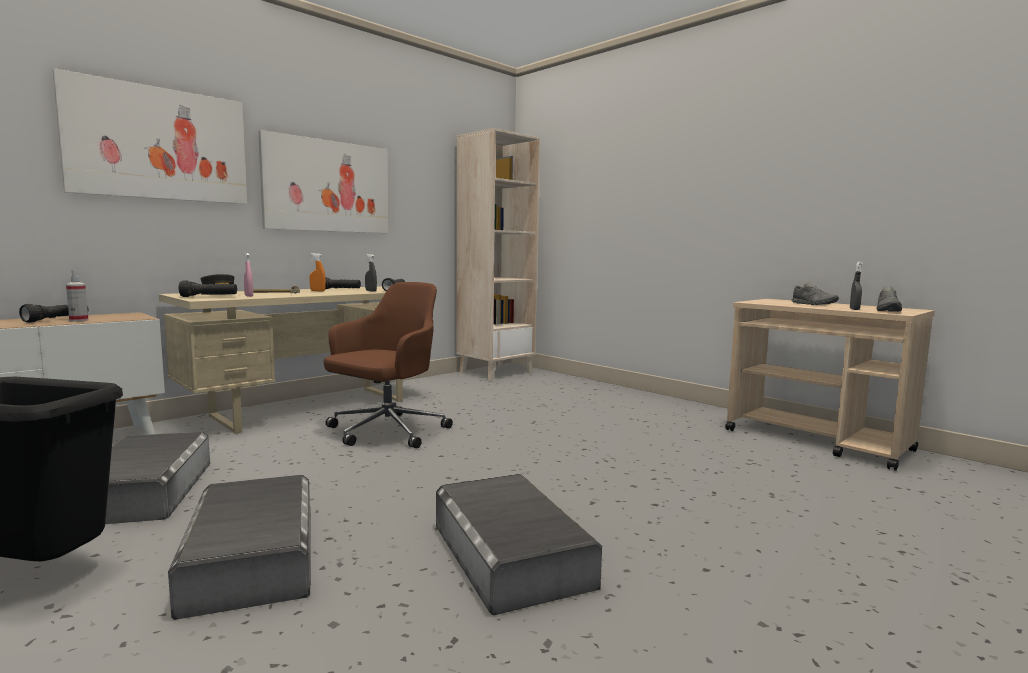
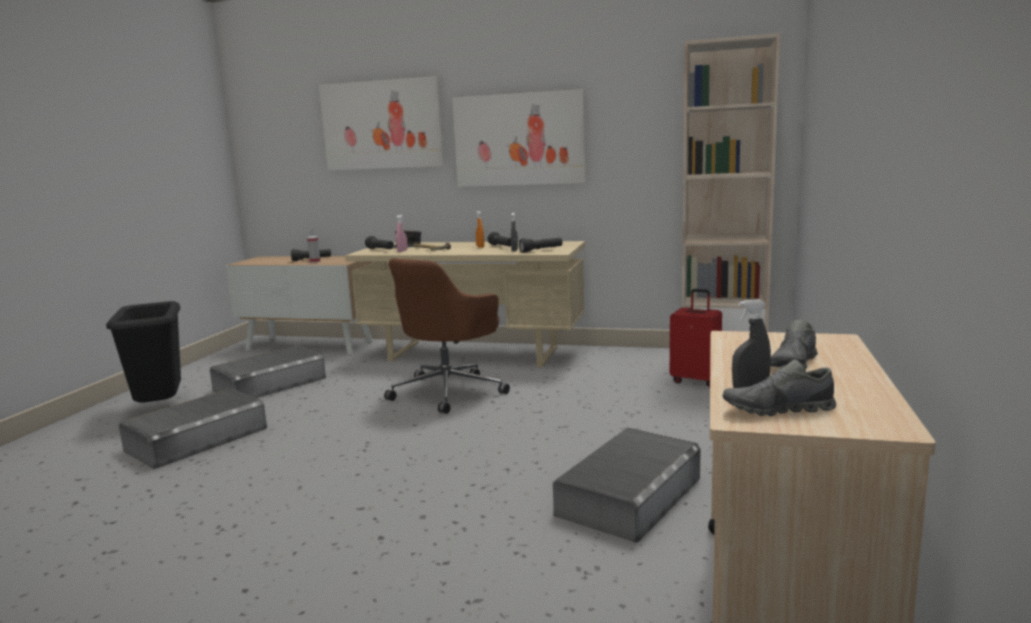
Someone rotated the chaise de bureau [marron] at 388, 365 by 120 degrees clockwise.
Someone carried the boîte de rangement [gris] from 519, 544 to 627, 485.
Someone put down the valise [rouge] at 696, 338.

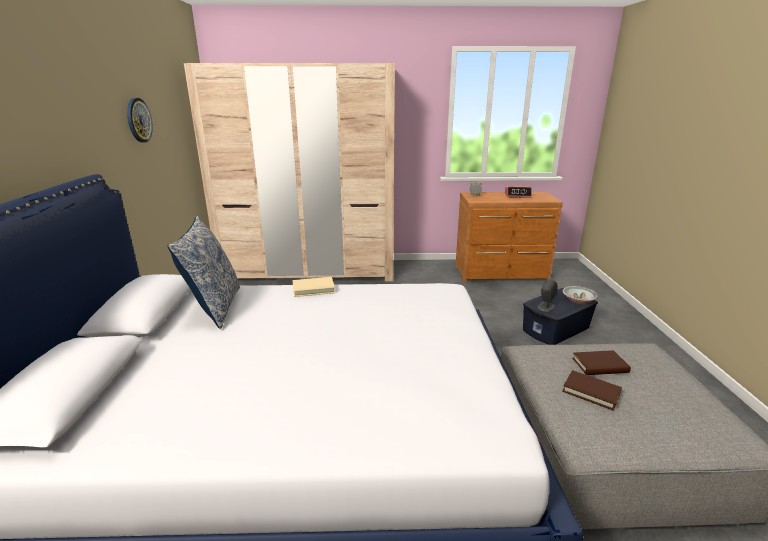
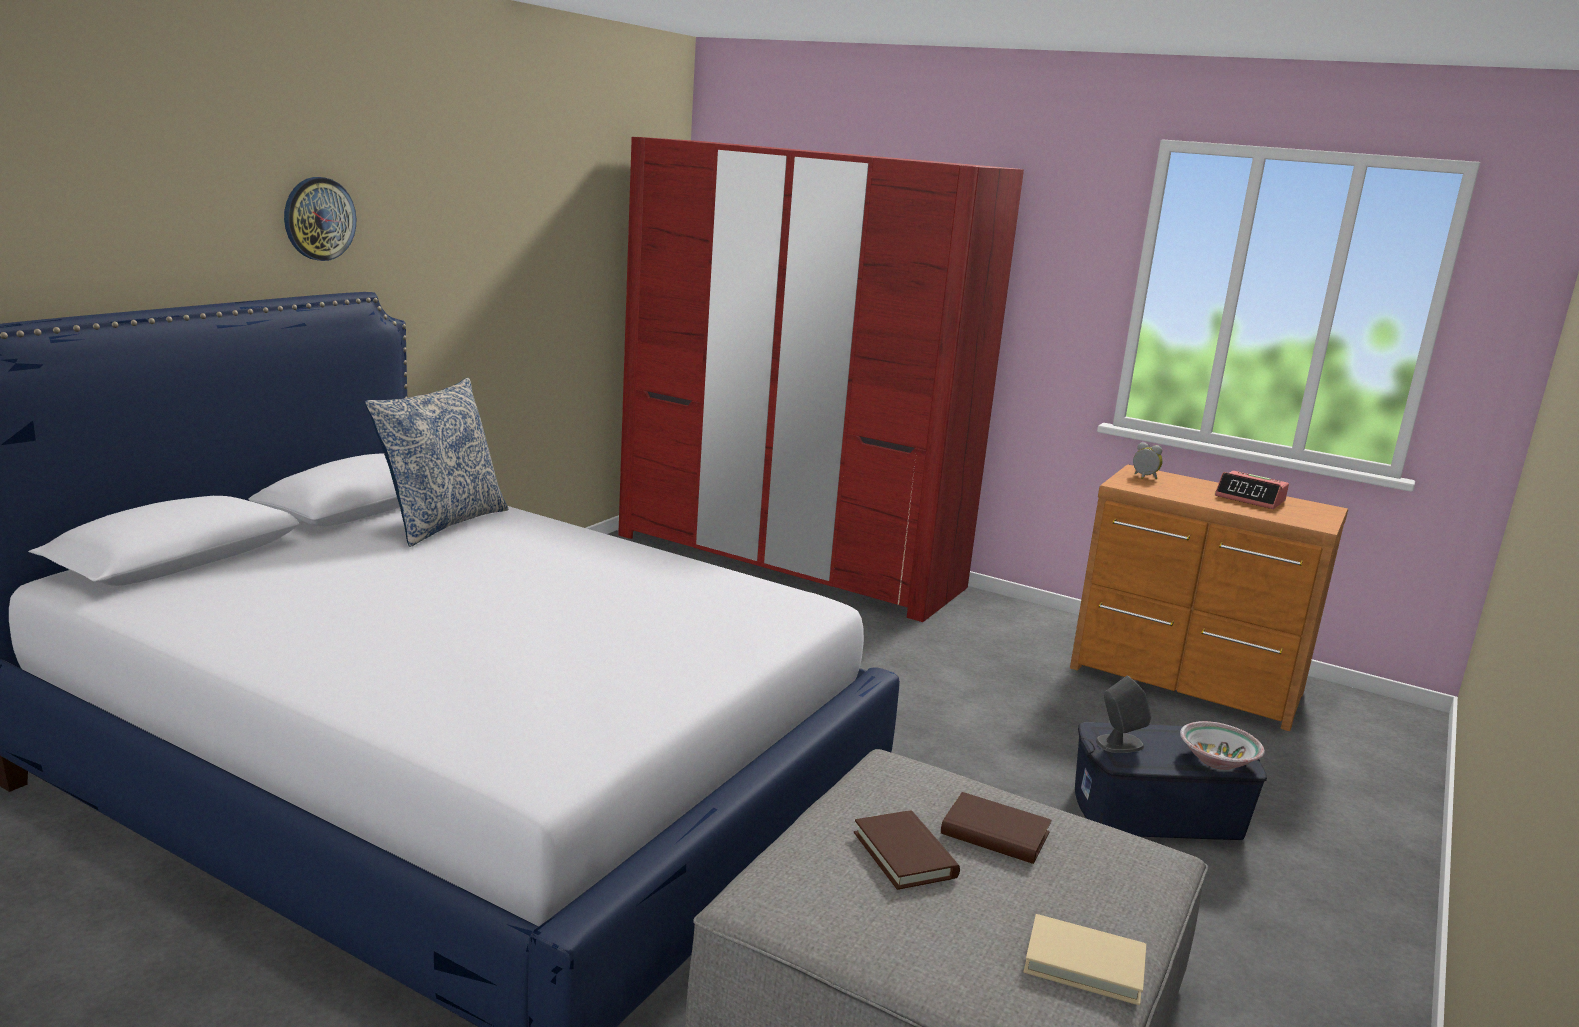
Someone carried the horloge murale from 140, 120 to 320, 219.
Someone repainted the armoire [beige] at 289, 172, which became the armoire [rouge] at 821, 379.
Someone carried the livre [beige] from 314, 287 to 1085, 959.

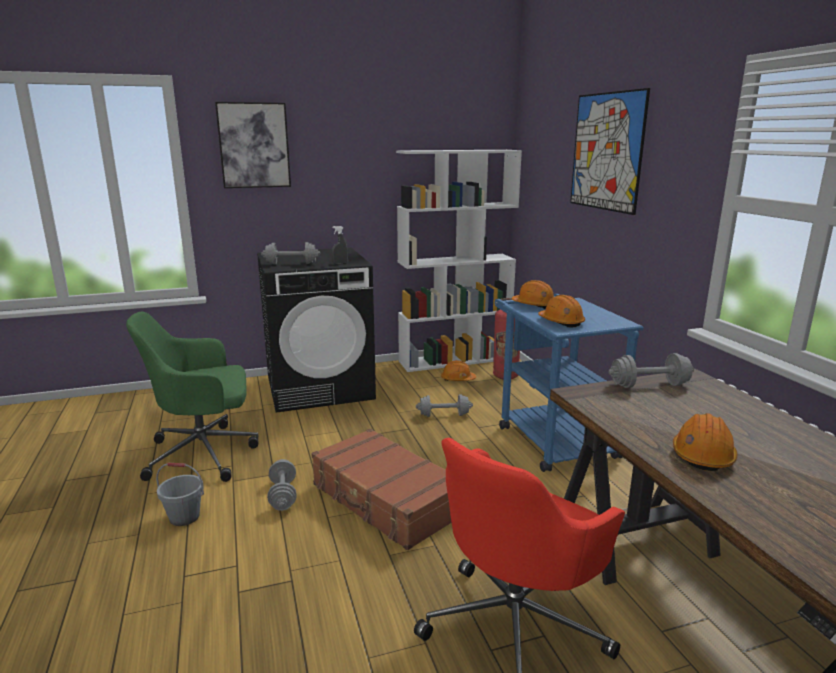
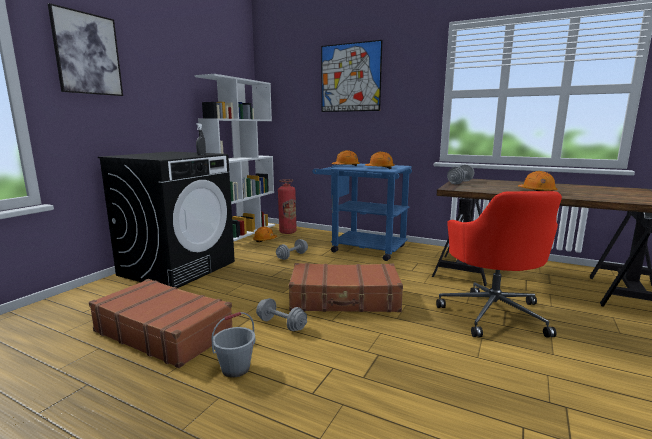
Someone swapped the chaise de bureau [vert] at 192, 396 for the valise [marron] at 161, 323.
Someone took away the haltère [gris] at 290, 253.

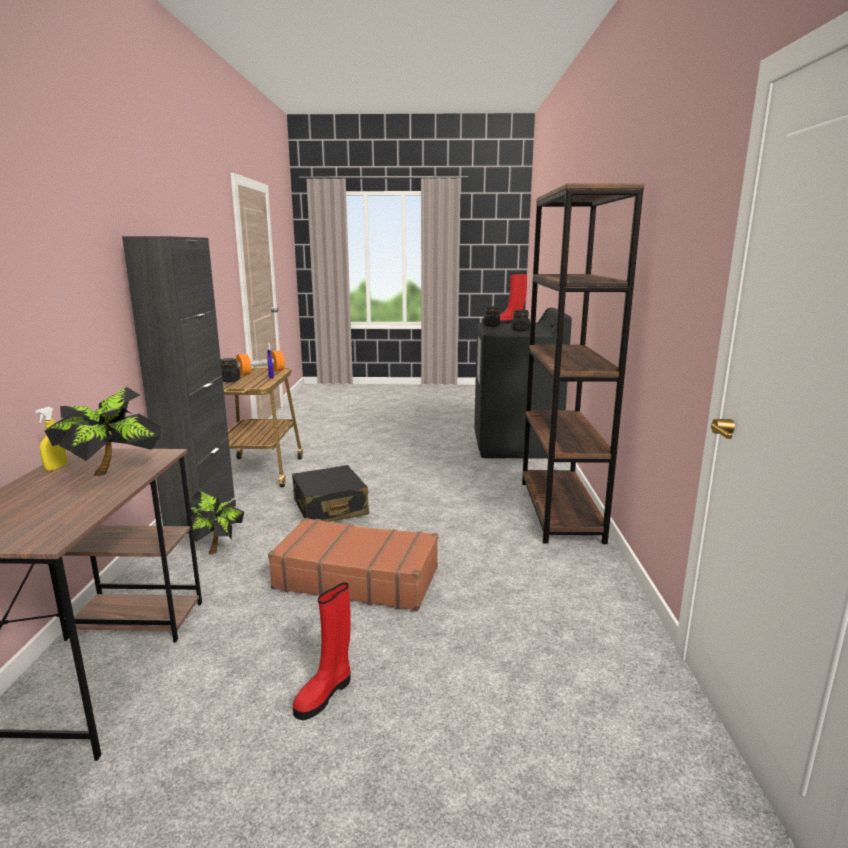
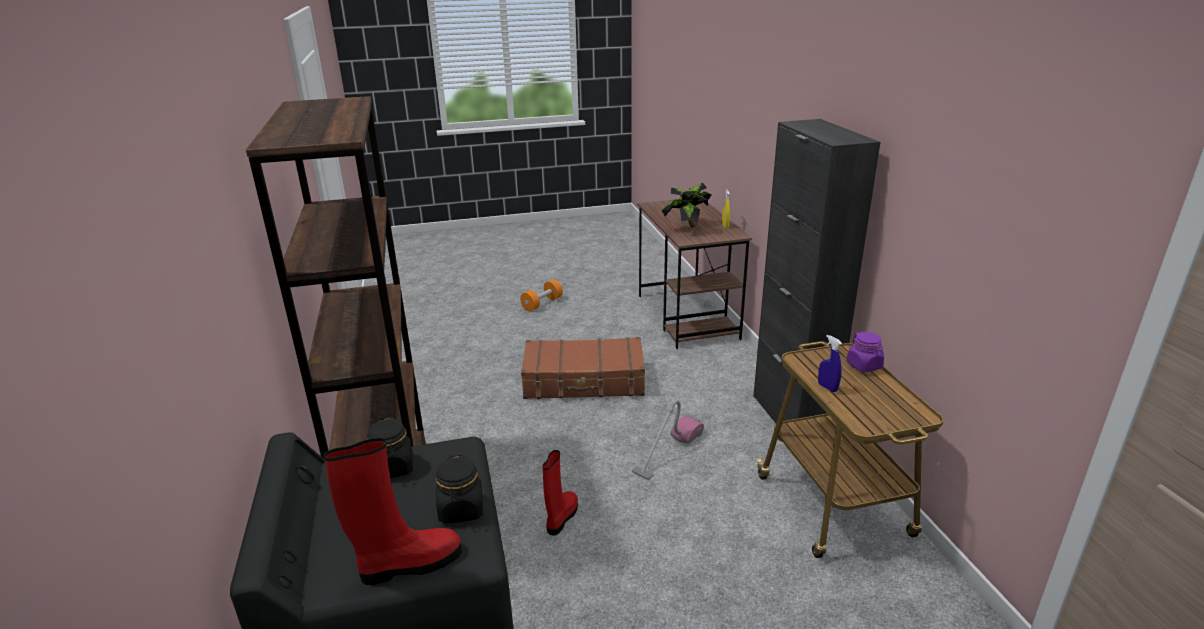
Someone carried the haltère [orange] from 260, 362 to 541, 295.
Someone carried the botte [rouge] from 322, 651 to 560, 492.
Someone swapped the valise [noir] at 330, 493 for the aspirateur at 668, 440.
Someone repainted the bocal [noir] at 230, 370, which became the bocal [violet] at 865, 352.
Someone took away the plante en pot at 214, 522.

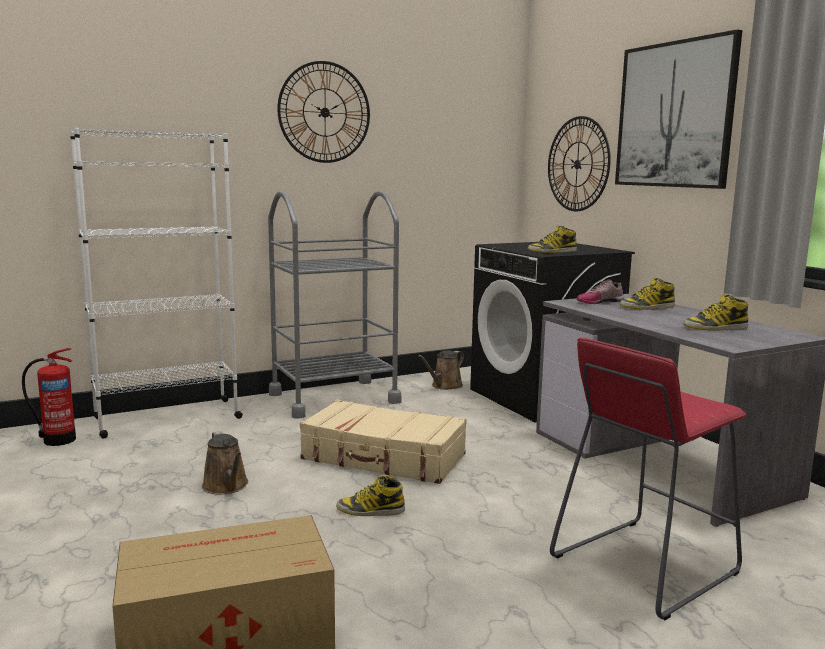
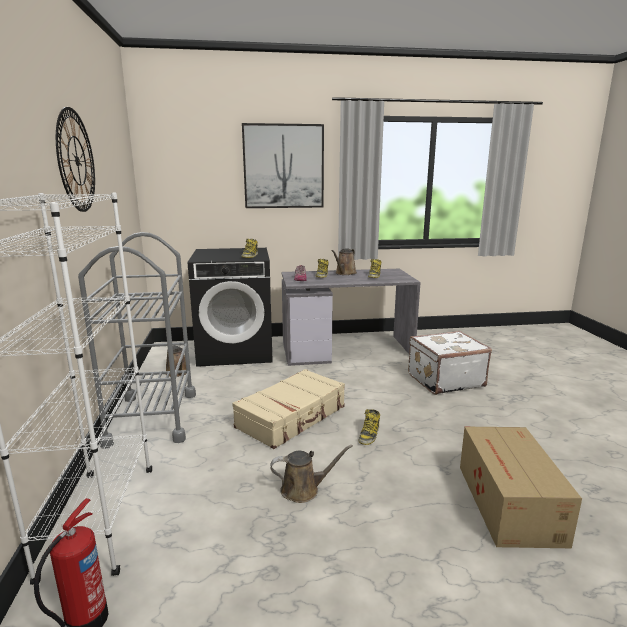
Someone put down the arrosoir [marron] at 344, 262.
Someone swapped the tabouret [rouge] at 648, 479 for the valise [blanc] at 450, 363.
Someone took away the horloge murale at 579, 163.

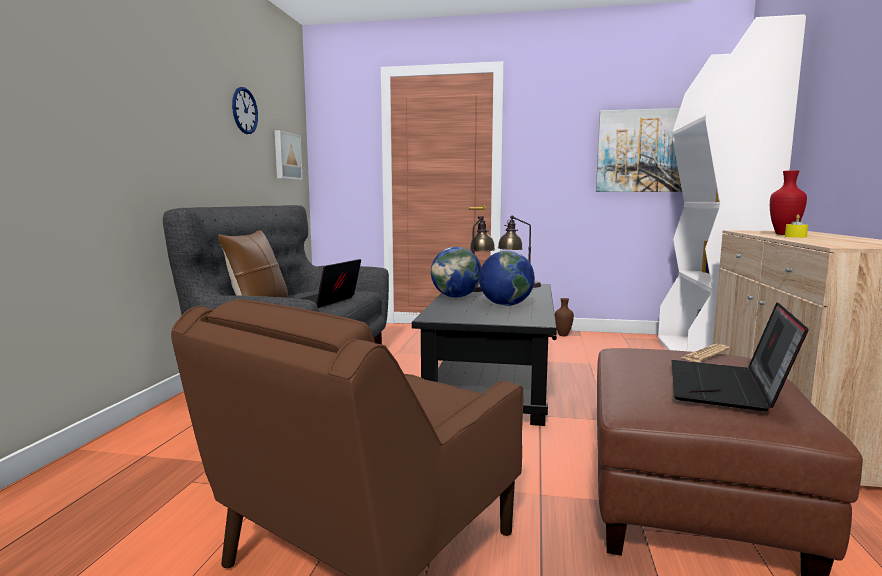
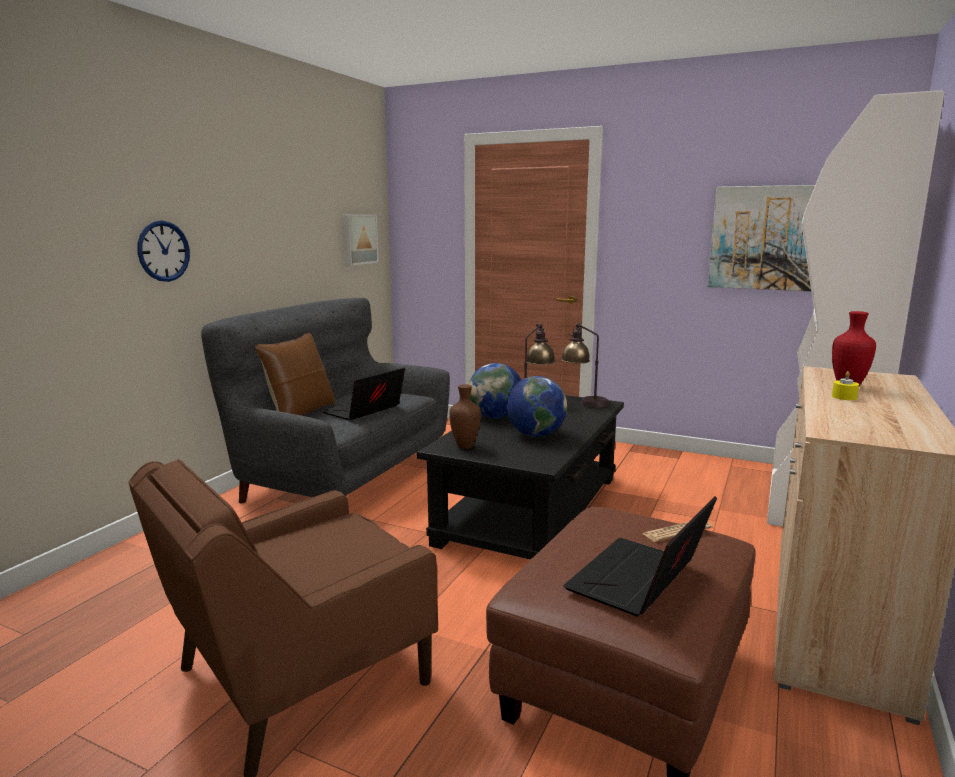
Someone carried the horloge murale from 245, 110 to 163, 251.
Someone carried the vase [marron] from 564, 317 to 465, 416.

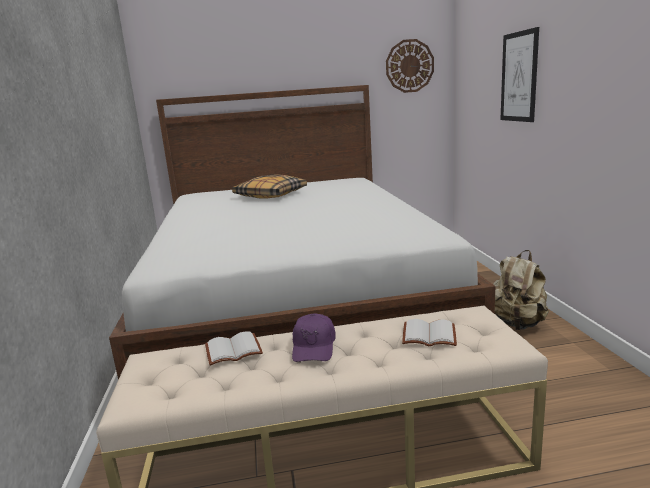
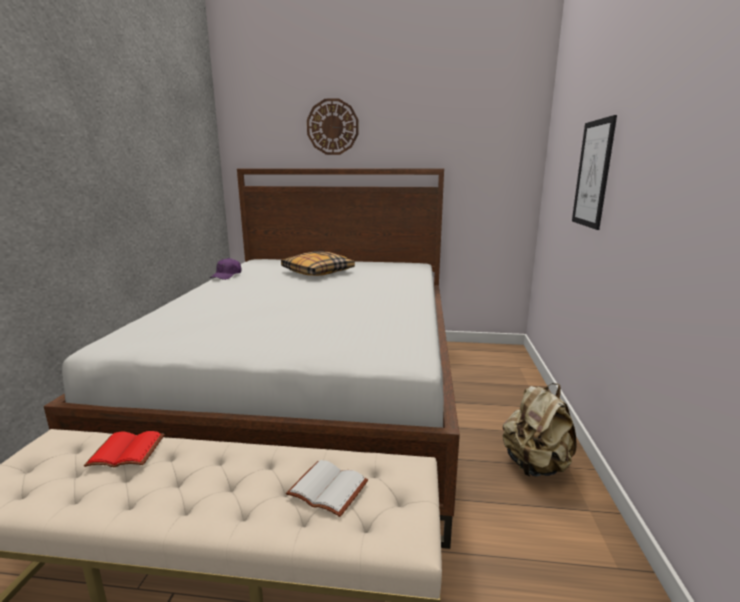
Someone repainted the livre [blanc] at 234, 349, which became the livre [rouge] at 124, 449.
Someone carried the casquette [violet] from 314, 337 to 226, 269.
Someone carried the horloge murale from 410, 66 to 333, 126.

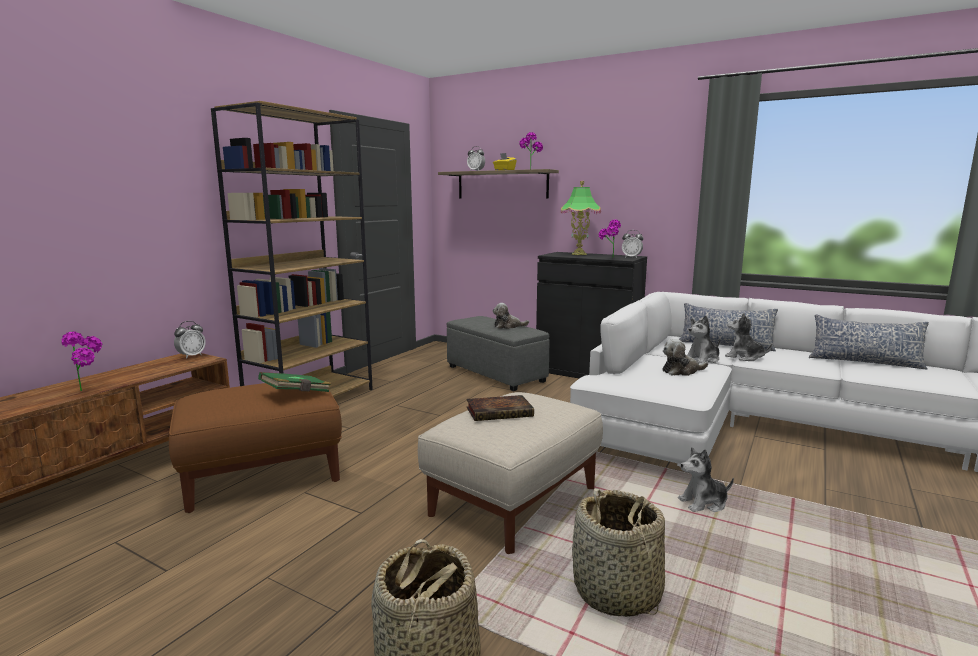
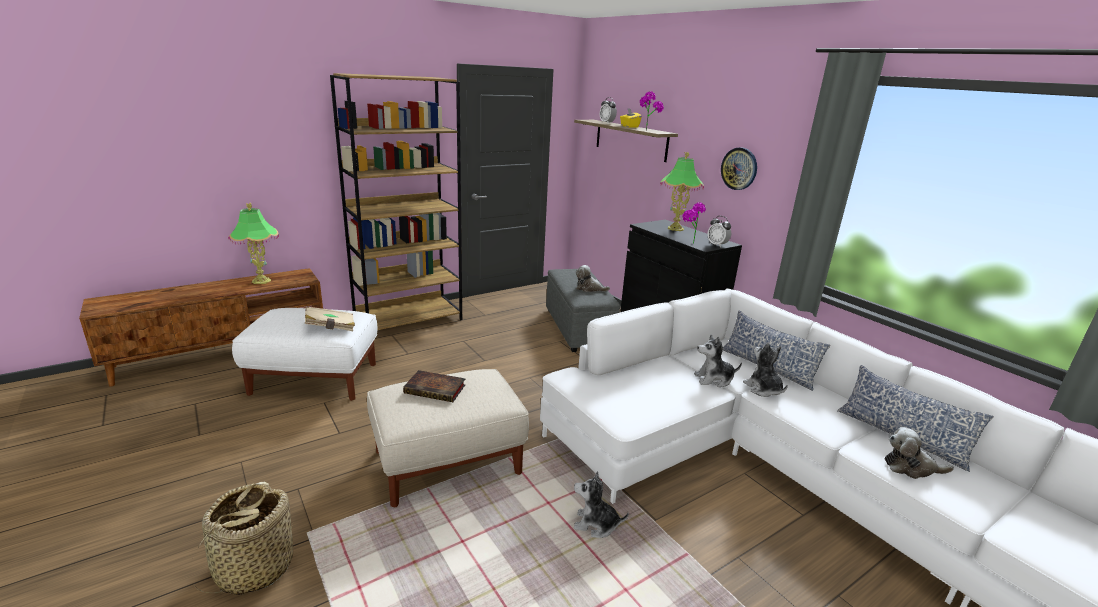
Someone put down the lampe de table at 253, 243.
Someone repainted the pouf [marron] at 255, 448, which became the pouf [blanc] at 304, 354.
Someone repainted the livre [vert] at 294, 382, which became the livre [beige] at 330, 318.
Someone put up the horloge murale at 739, 168.
Someone carried the peluche from 685, 357 to 919, 453.
Someone took away the plante en pot at 82, 361.
Someone took away the réveil at 190, 340.
Someone took away the panier at 618, 552.

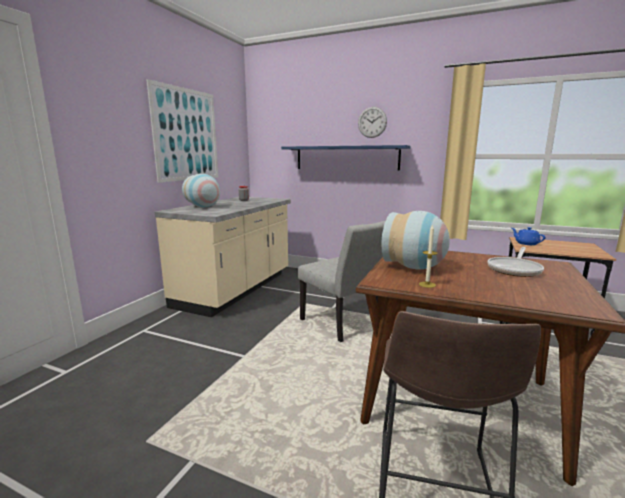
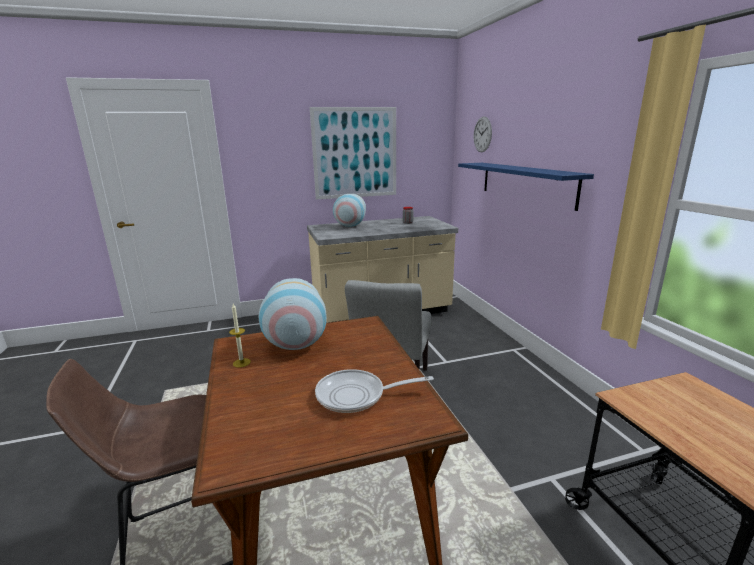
Someone carried the horloge murale from 372, 122 to 483, 134.
Someone took away the théière [bleu] at 529, 236.

